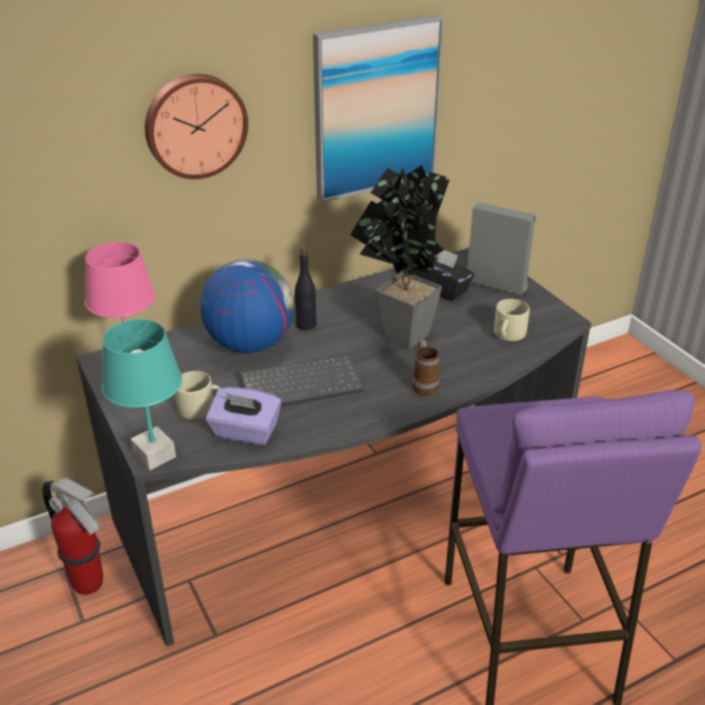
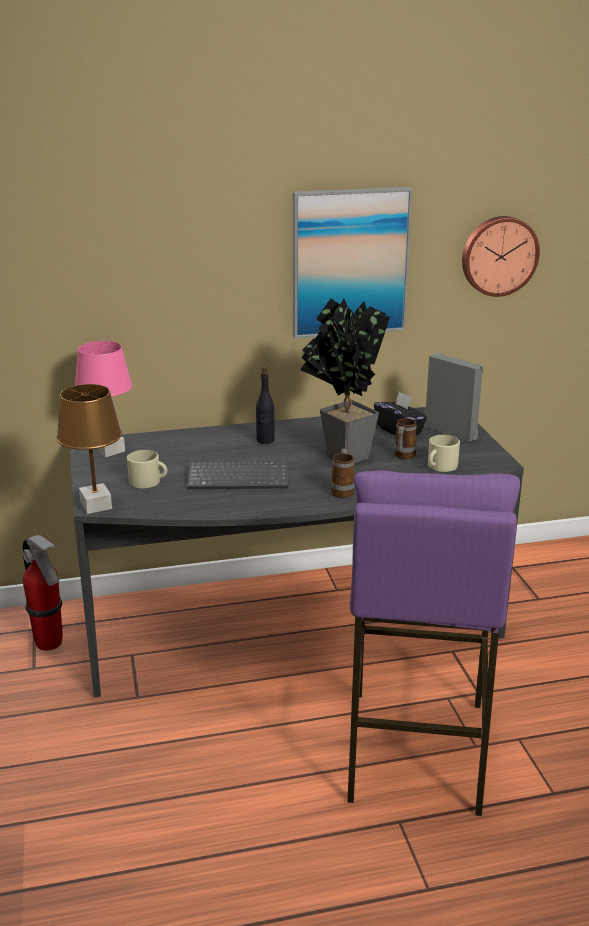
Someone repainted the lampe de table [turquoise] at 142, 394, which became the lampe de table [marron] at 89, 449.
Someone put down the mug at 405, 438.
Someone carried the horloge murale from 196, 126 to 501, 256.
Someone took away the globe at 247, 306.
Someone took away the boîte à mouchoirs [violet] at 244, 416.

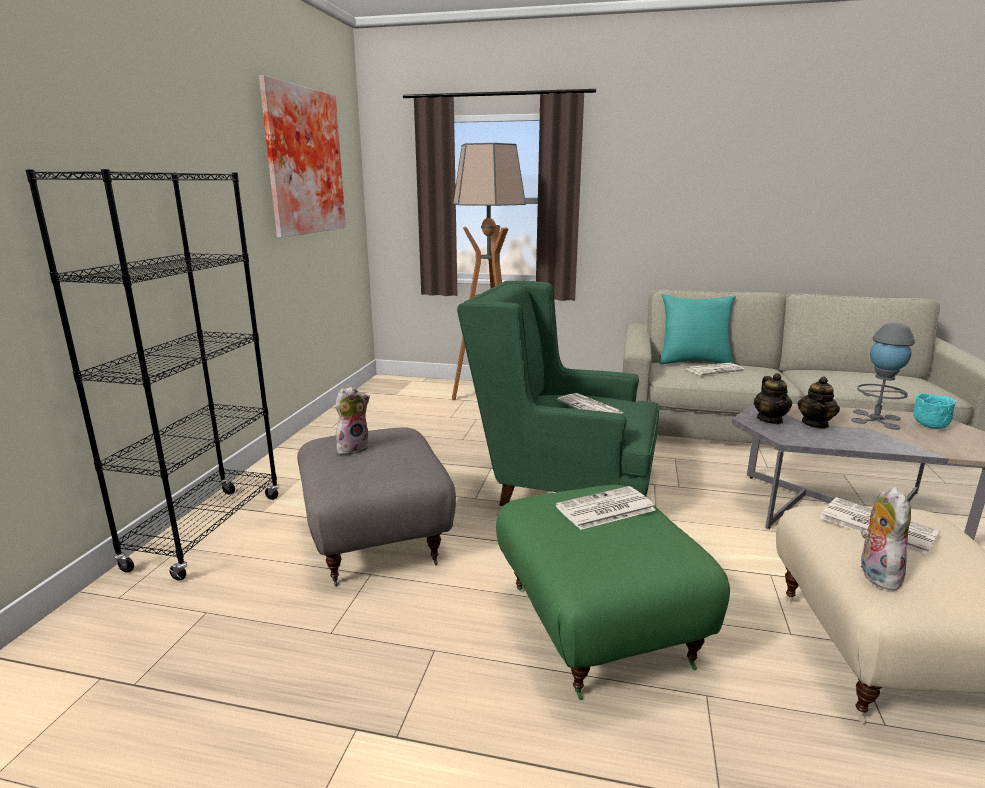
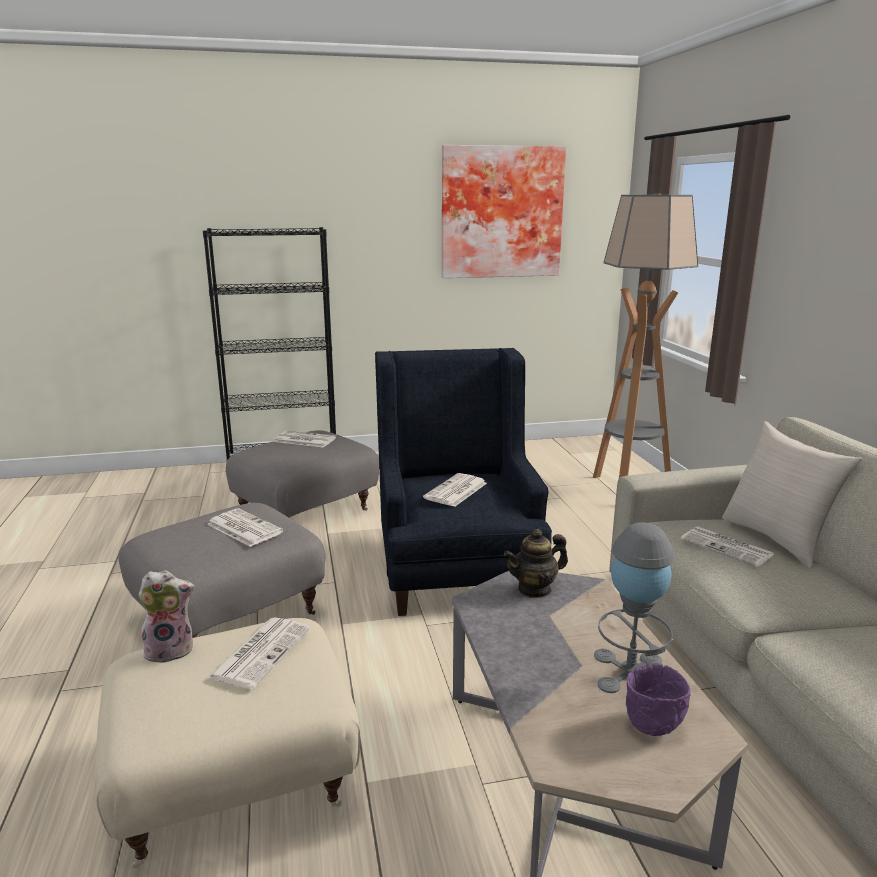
Someone repainted the pouf [vert] at 613, 592, which became the pouf [gris] at 221, 570.
Someone swapped the peluche at 352, 420 for the journal at 305, 439.
Someone repainted the fauteuil [vert] at 558, 393, which became the fauteuil [bleu] at 463, 482.
Someone repainted the bol [turquoise] at 934, 411, which became the bol [violet] at 658, 699.
Someone repainted the coussin [turquoise] at 697, 329, which became the coussin [beige] at 792, 495.
Someone took away the théière at 818, 402.

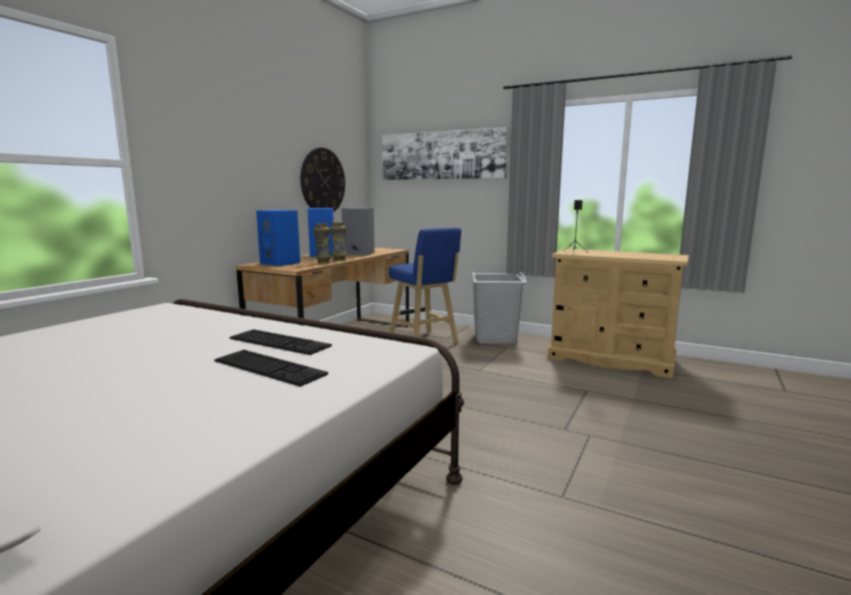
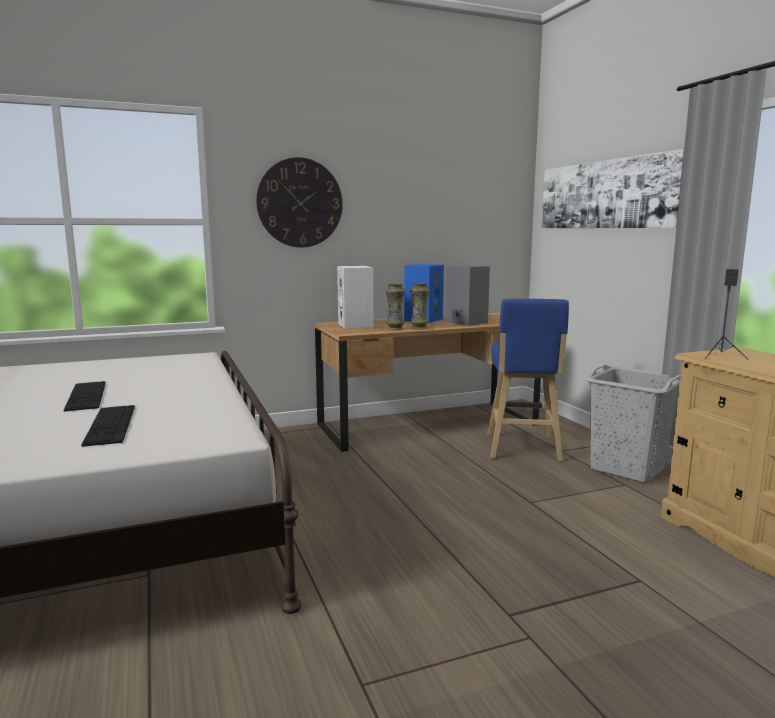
Someone carried the clavier from 280, 342 to 85, 396.
Someone carried the horloge murale from 322, 180 to 299, 202.
Someone repainted the enceinte [bleu] at 278, 238, which became the enceinte [blanc] at 355, 297.

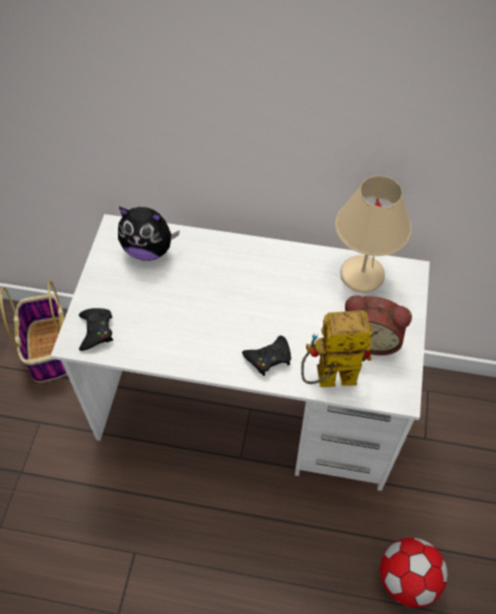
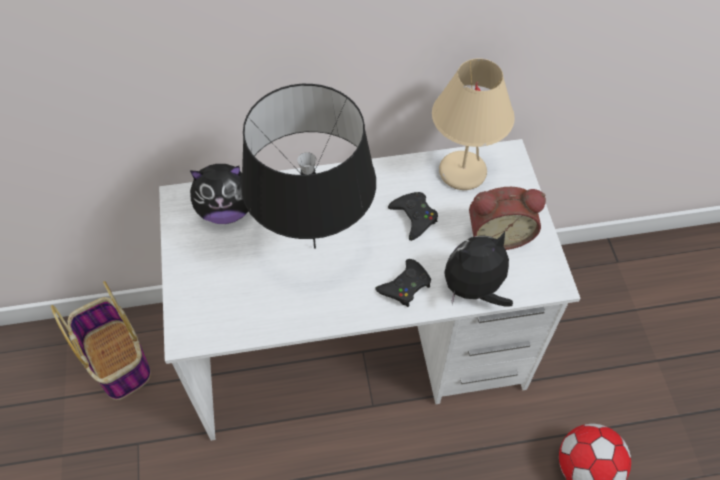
Someone put down the lampe de table [noir] at 308, 166.
Someone carried the manette [noir] from 96, 329 to 413, 216.
Someone swapped the robot jouet at 336, 348 for the peluche at 478, 269.

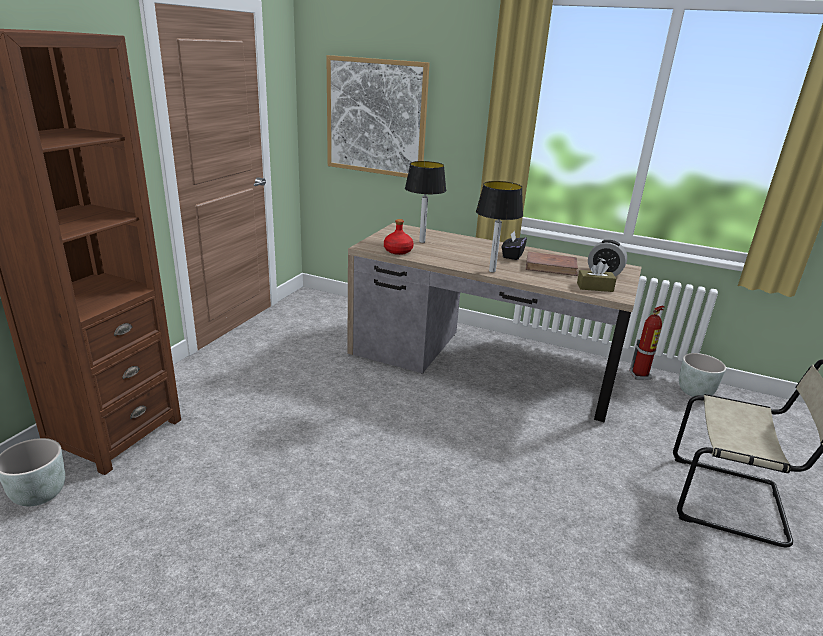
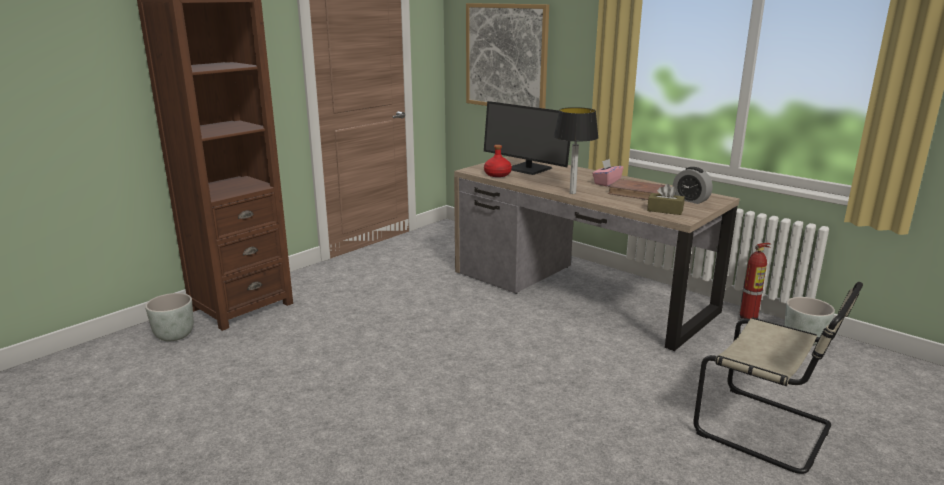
Someone swapped the lampe de table at 425, 202 for the écran d'ordinateur at 527, 138.
Someone repainted the boîte à mouchoirs [noir] at 514, 245, which became the boîte à mouchoirs [rose] at 607, 172.

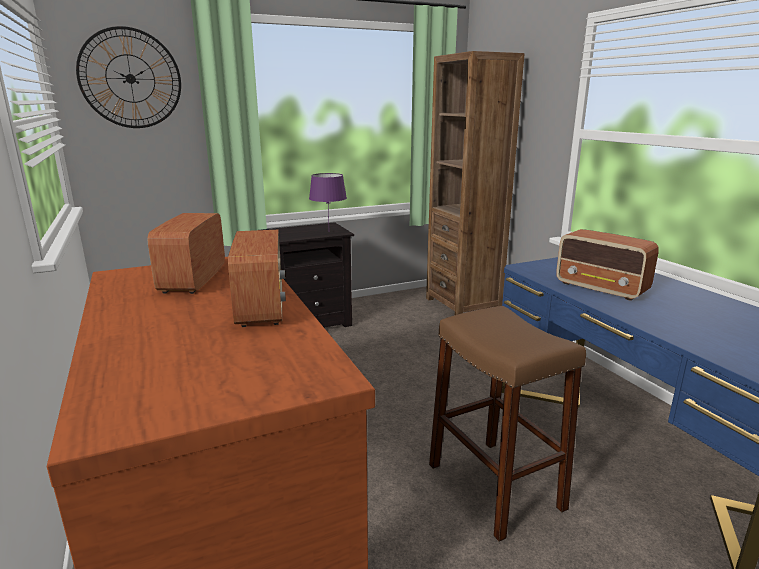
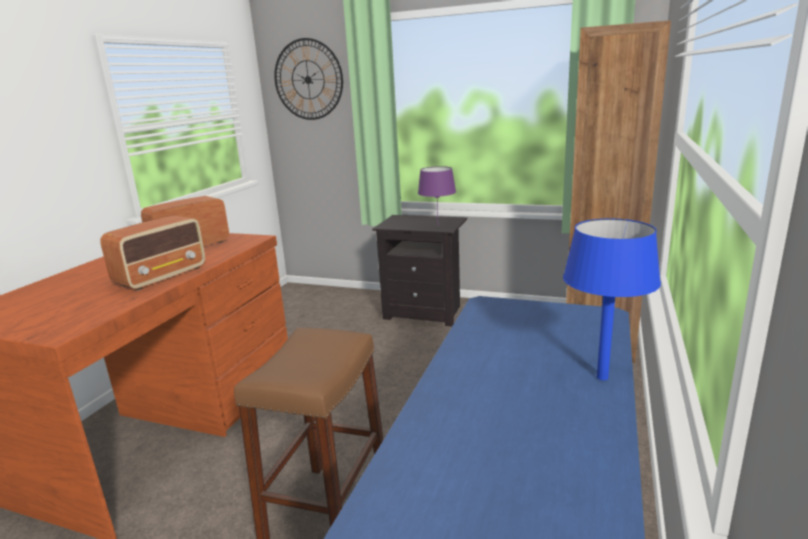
Someone put down the lampe de table [bleu] at 612, 299.
Someone took away the radio at 607, 265.

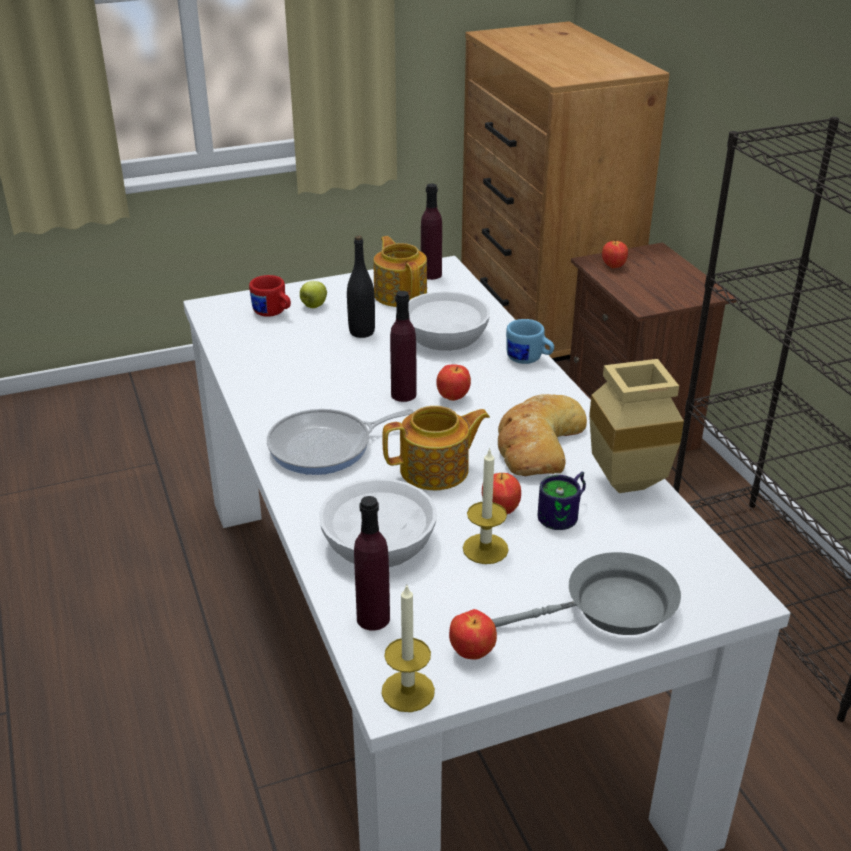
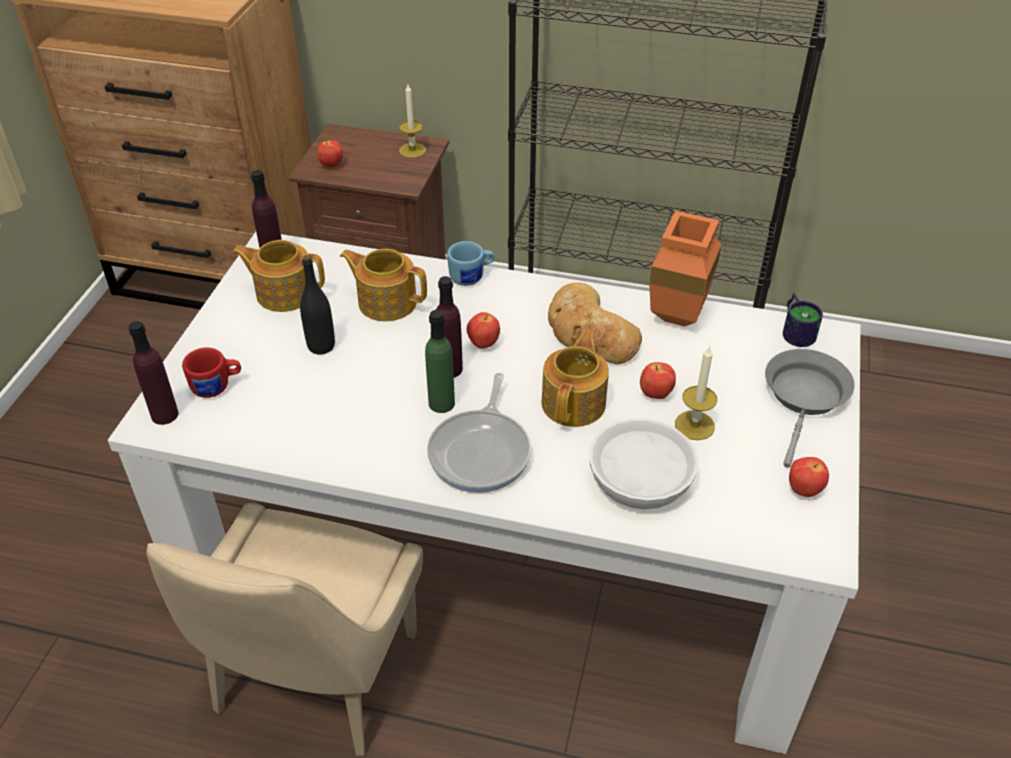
Someone carried the bouteille [violet] from 372, 563 to 153, 373.
Someone put down the chaise [beige] at 284, 629.
Someone swapped the bol [blanc] at 449, 321 for the théière at 383, 285.
Someone carried the bougie from 408, 648 to 412, 121.
Someone put down the bouteille [vert] at 440, 361.
Someone repainted the vase [beige] at 636, 426, which became the vase [orange] at 685, 269.
Someone carried the mug from 562, 500 to 803, 320.
Someone took away the pomme at 313, 294.

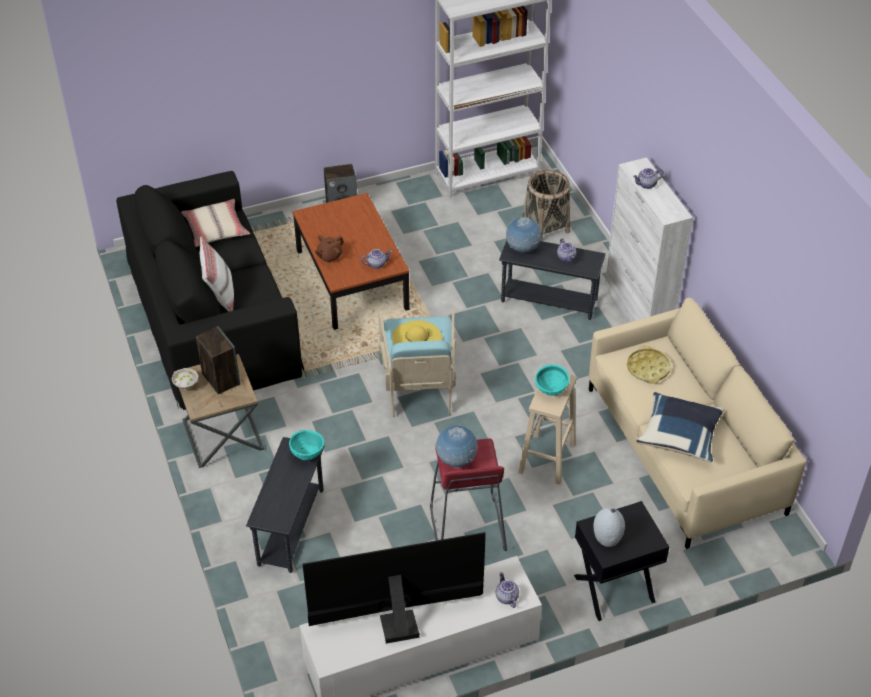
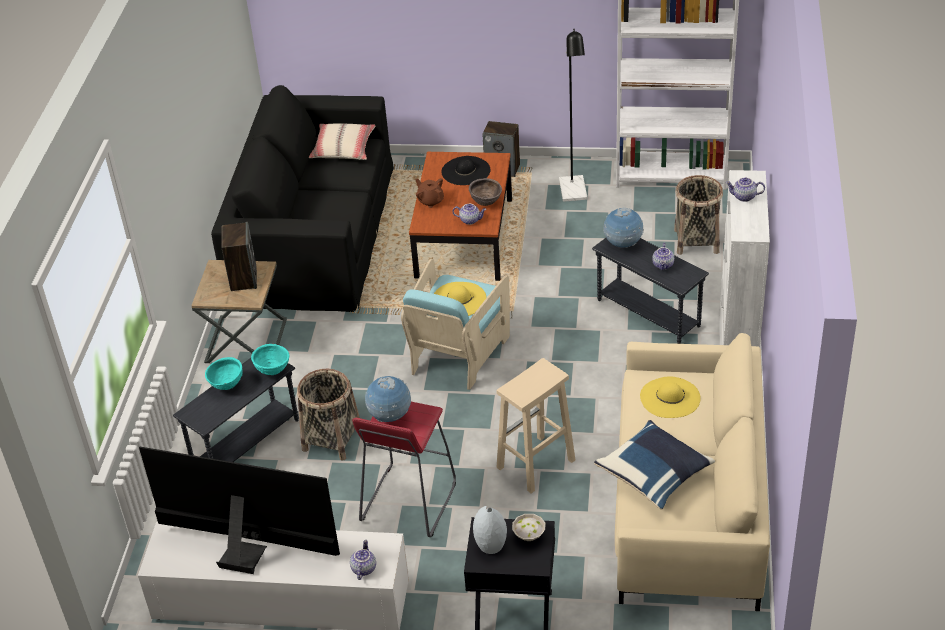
Someone carried the bol [turquoise] from 552, 380 to 224, 373.
Someone put down the panier at 328, 414.
Someone rotated the théière [marron] at 329, 249 by 60 degrees clockwise.
Someone put down the chapeau [noir] at 465, 170.
Someone put down the bol [marron] at 485, 192.
Someone carried the bol [blanc] from 184, 379 to 528, 527.
Someone put down the lampadaire [noir] at 573, 115.
Someone swapped the plateau [jaune] at 649, 364 for the chapeau [jaune] at 670, 397.
Someone took away the coussin [blanc] at 217, 274.

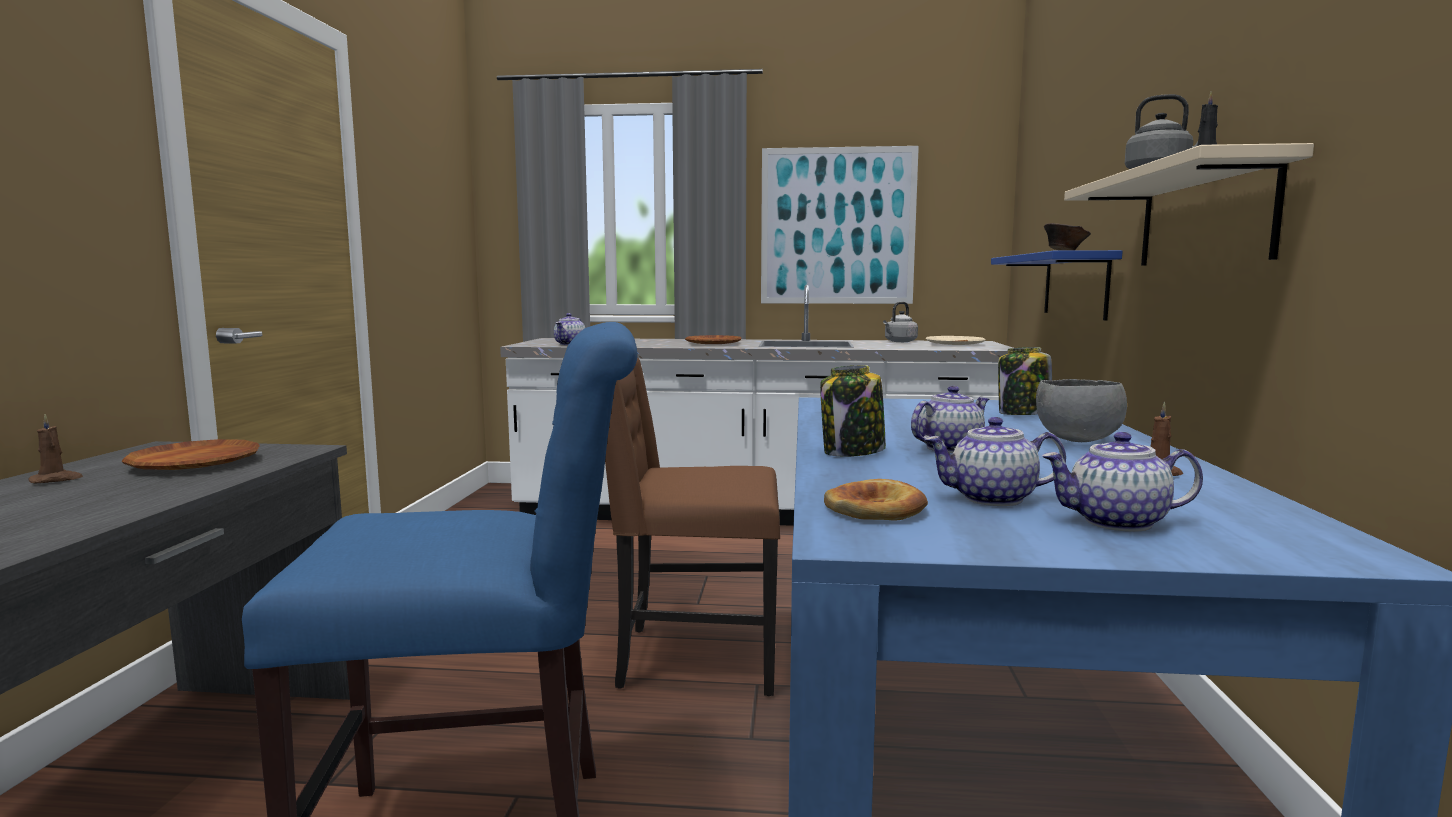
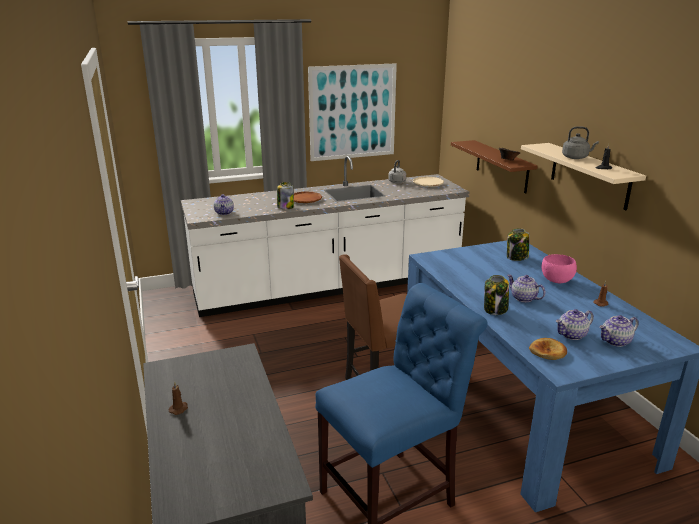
Someone put down the bocal at 285, 195.
Someone repainted the étagère [bleu] at 1057, 285, which became the étagère [marron] at 494, 166.
Someone rotated the théière at 950, 419 by 75 degrees counterclockwise.
Someone repainted the bol [gris] at 1081, 410, which became the bol [rose] at 559, 268.
Someone took away the assiette [marron] at 190, 454.

